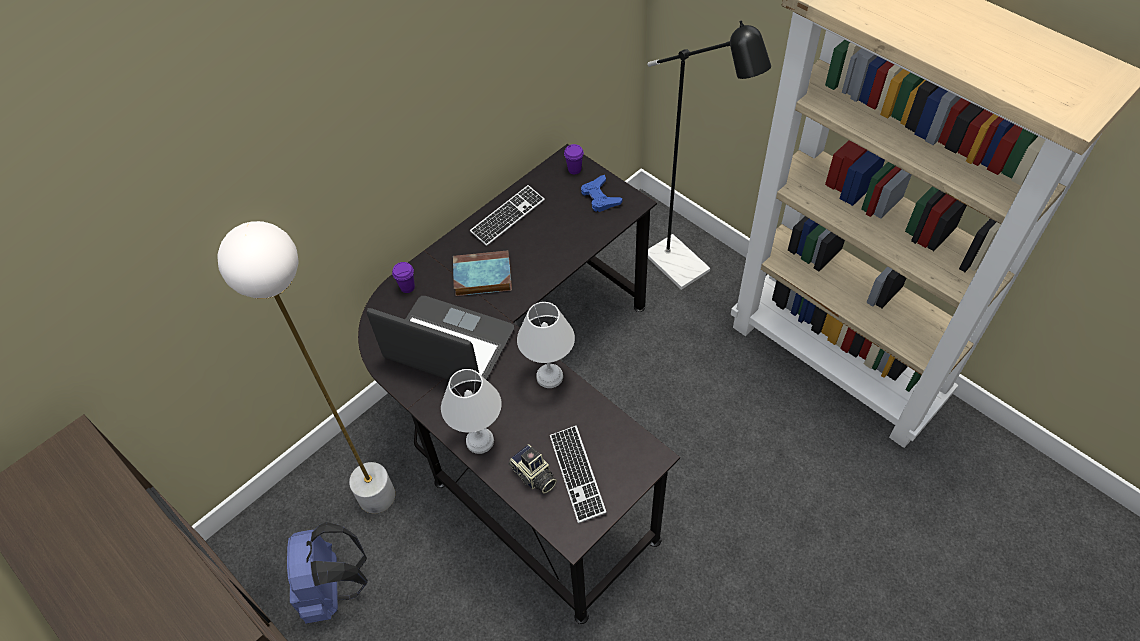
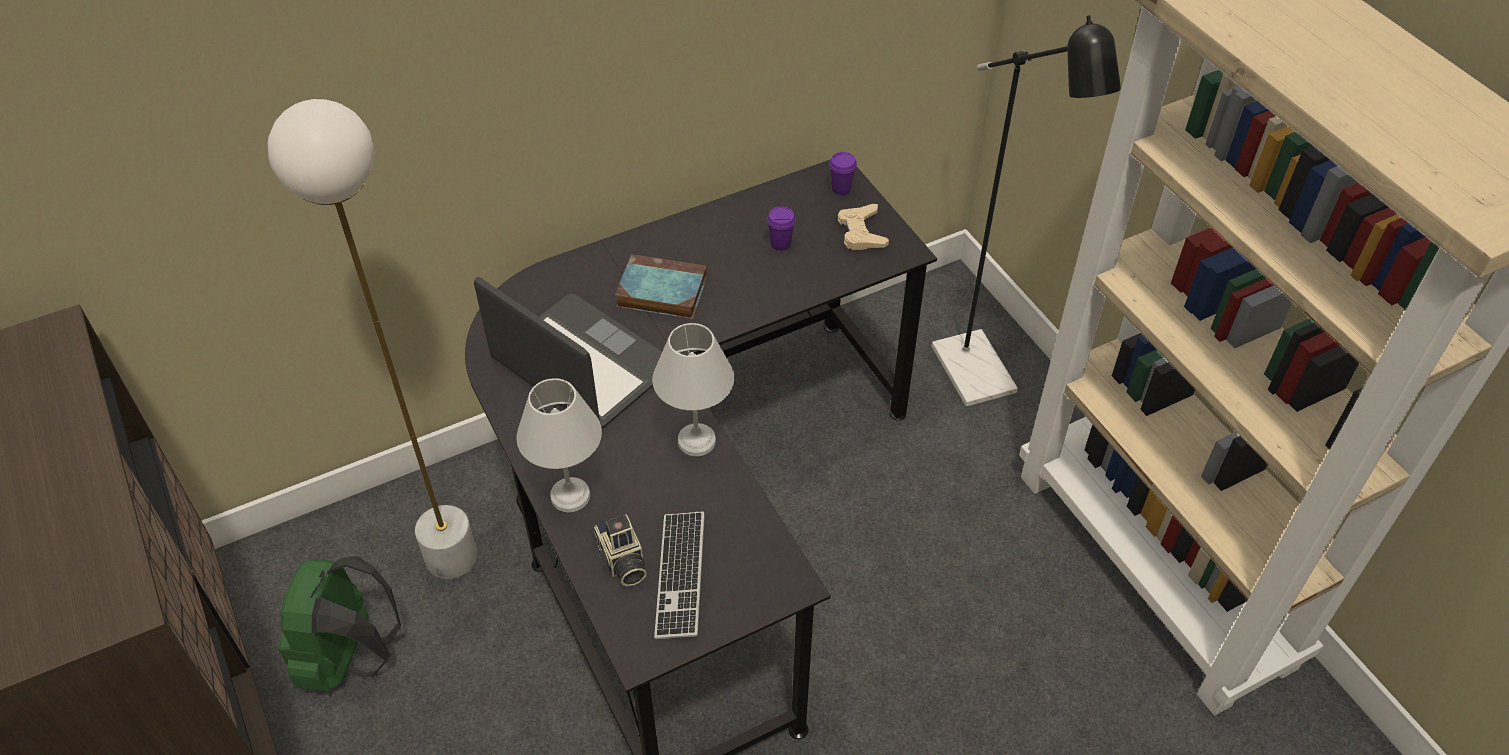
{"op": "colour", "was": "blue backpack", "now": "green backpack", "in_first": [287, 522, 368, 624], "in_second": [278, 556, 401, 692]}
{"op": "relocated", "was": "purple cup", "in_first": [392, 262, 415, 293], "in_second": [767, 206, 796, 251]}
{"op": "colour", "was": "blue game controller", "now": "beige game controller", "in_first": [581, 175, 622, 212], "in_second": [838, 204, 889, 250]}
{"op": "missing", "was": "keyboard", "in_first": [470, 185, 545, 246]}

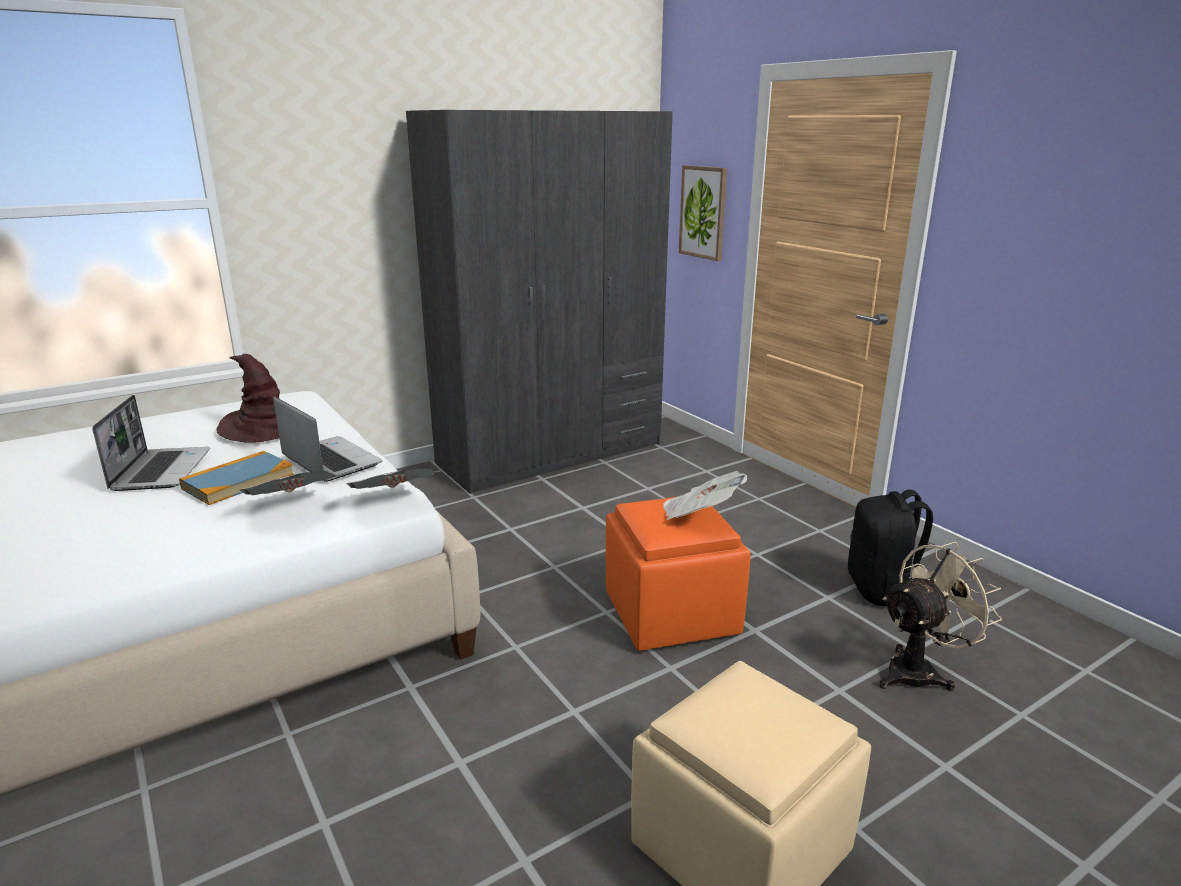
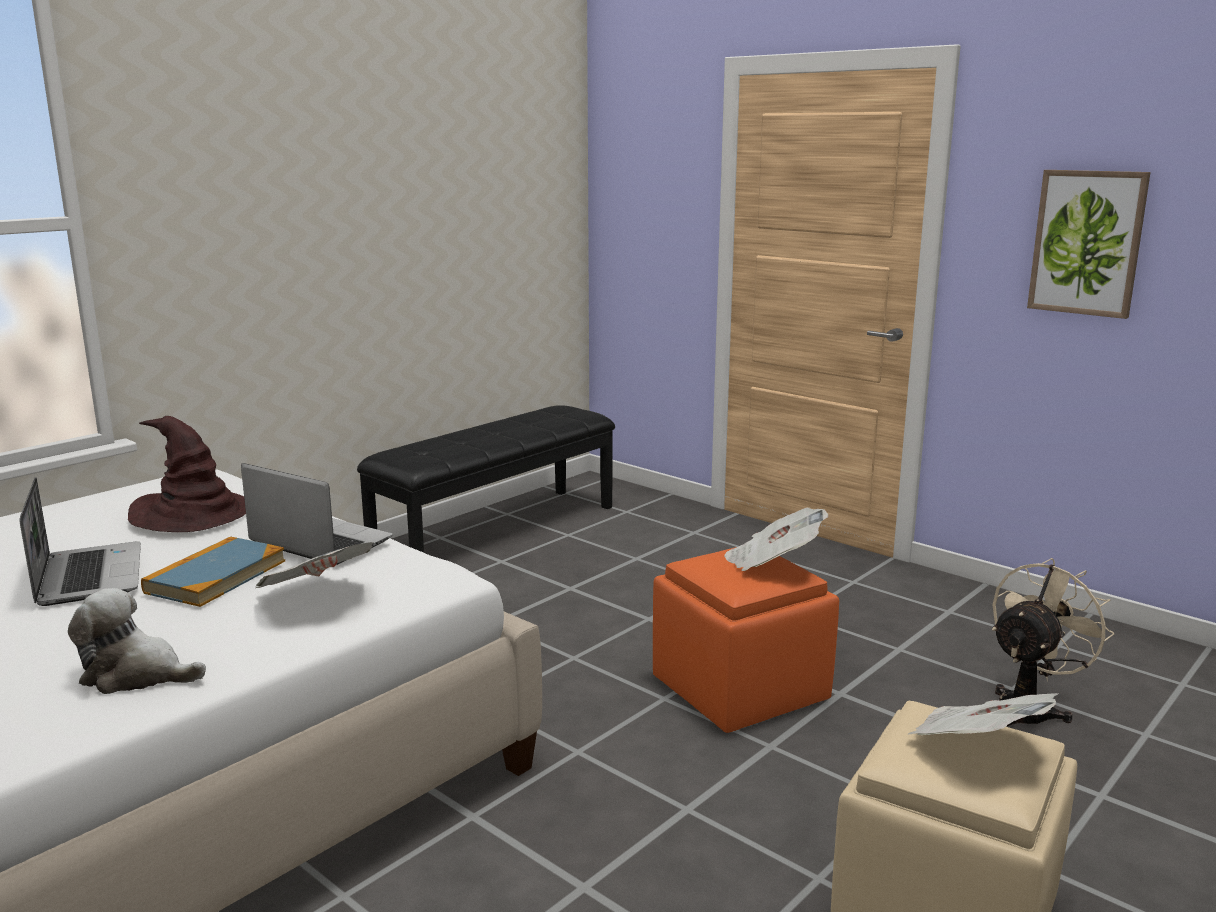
{"op": "appeared", "now": "plush toy", "in_second": [68, 588, 206, 694]}
{"op": "exchanged", "was": "grey wardrobe", "now": "black bench", "in_first": [406, 110, 673, 494], "in_second": [357, 405, 615, 553]}
{"op": "relocated", "was": "newspaper", "in_first": [345, 469, 437, 489], "in_second": [908, 693, 1058, 735]}
{"op": "relocated", "was": "picture", "in_first": [679, 165, 727, 261], "in_second": [1027, 170, 1151, 319]}
{"op": "missing", "was": "black backpack", "in_first": [848, 490, 933, 606]}

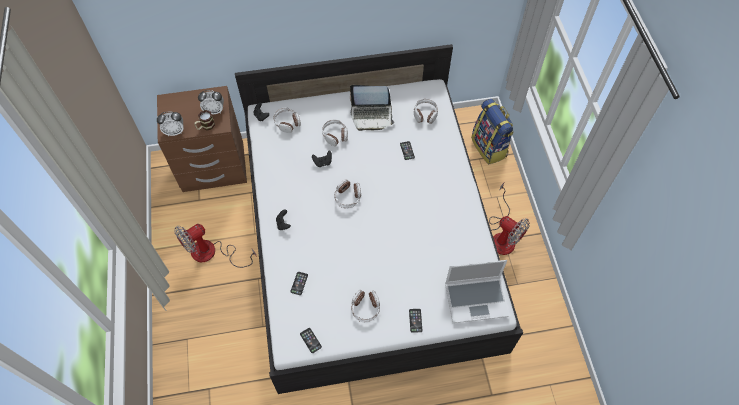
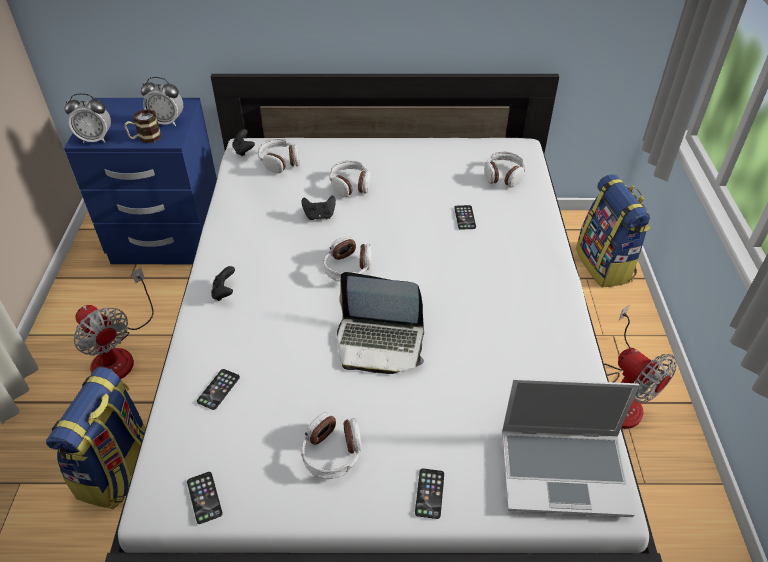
{"op": "appeared", "now": "backpack", "in_second": [46, 367, 145, 510]}
{"op": "colour", "was": "brown nightstand", "now": "blue nightstand", "in_first": [157, 86, 247, 192], "in_second": [64, 98, 217, 264]}
{"op": "spun", "was": "fan", "in_first": [174, 224, 257, 268], "in_second": [74, 268, 154, 379], "clockwise": -105}
{"op": "relocated", "was": "laptop", "in_first": [350, 85, 394, 131], "in_second": [337, 272, 424, 374]}

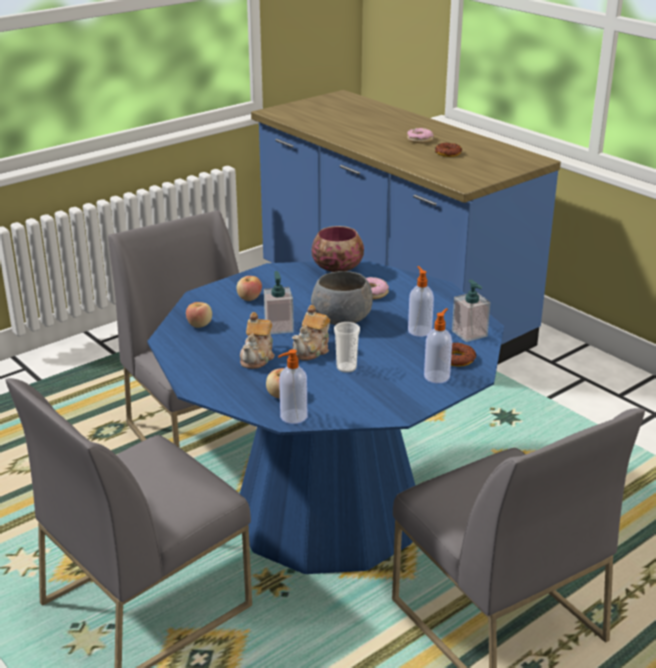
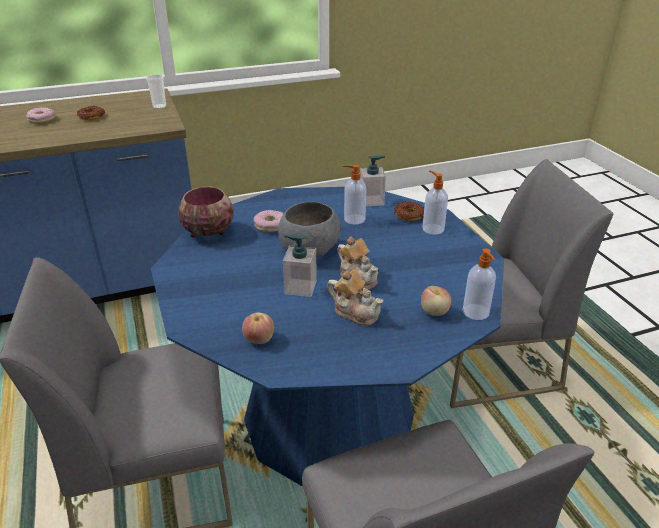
{"op": "relocated", "was": "cup", "in_first": [334, 322, 360, 373], "in_second": [146, 74, 166, 109]}
{"op": "missing", "was": "apple", "in_first": [237, 276, 262, 301]}

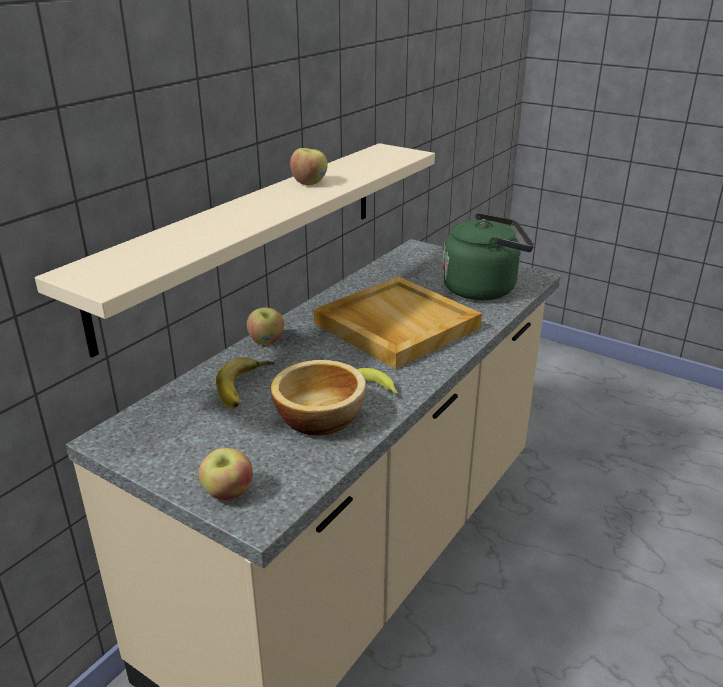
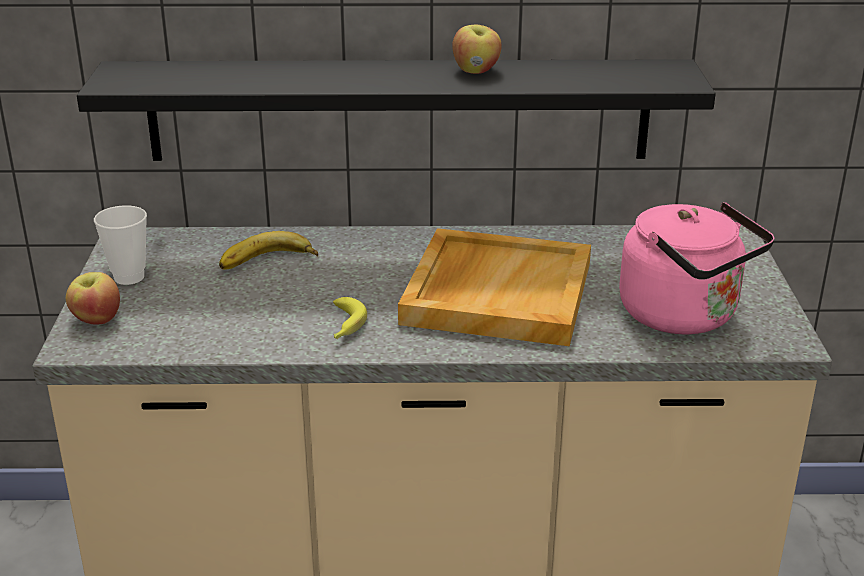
{"op": "colour", "was": "beige shelf", "now": "black shelf", "in_first": [35, 143, 435, 358], "in_second": [77, 59, 716, 161]}
{"op": "appeared", "now": "cup", "in_second": [94, 205, 147, 285]}
{"op": "colour", "was": "green kettle", "now": "pink kettle", "in_first": [442, 213, 534, 300], "in_second": [619, 202, 774, 335]}
{"op": "missing", "was": "apple", "in_first": [247, 308, 284, 345]}
{"op": "missing", "was": "bowl", "in_first": [271, 360, 366, 435]}

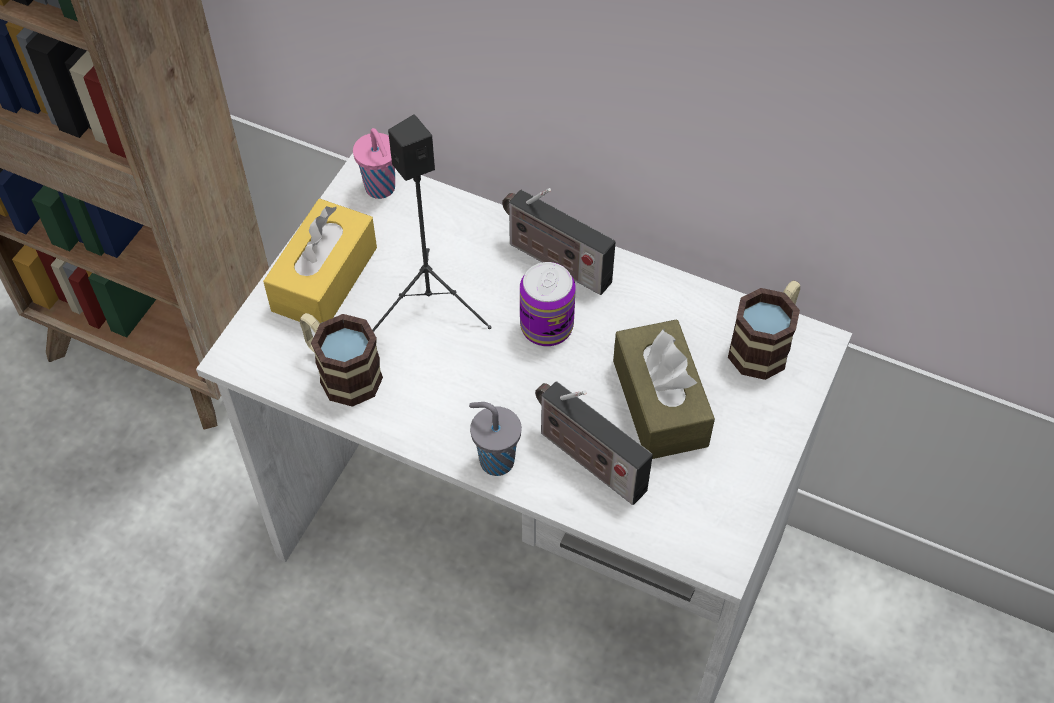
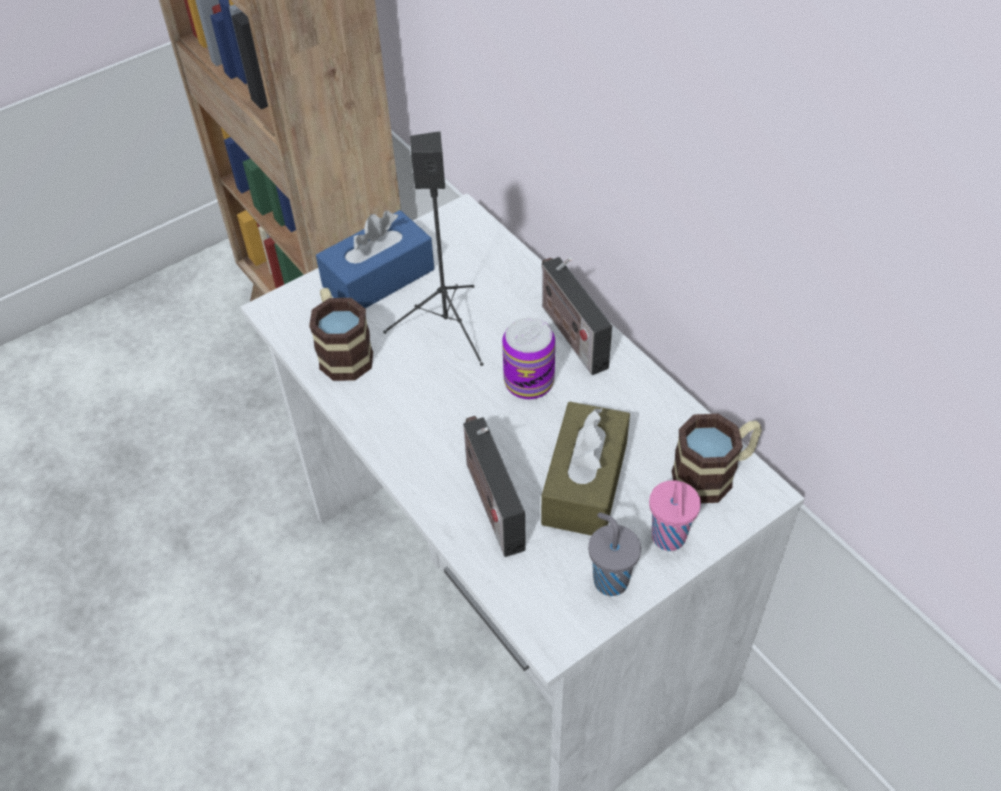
{"op": "colour", "was": "yellow tissue box", "now": "blue tissue box", "in_first": [263, 199, 377, 323], "in_second": [316, 210, 434, 308]}
{"op": "relocated", "was": "grey cup", "in_first": [469, 402, 522, 476], "in_second": [588, 513, 641, 596]}
{"op": "relocated", "was": "pink cup", "in_first": [353, 128, 395, 199], "in_second": [649, 480, 701, 551]}

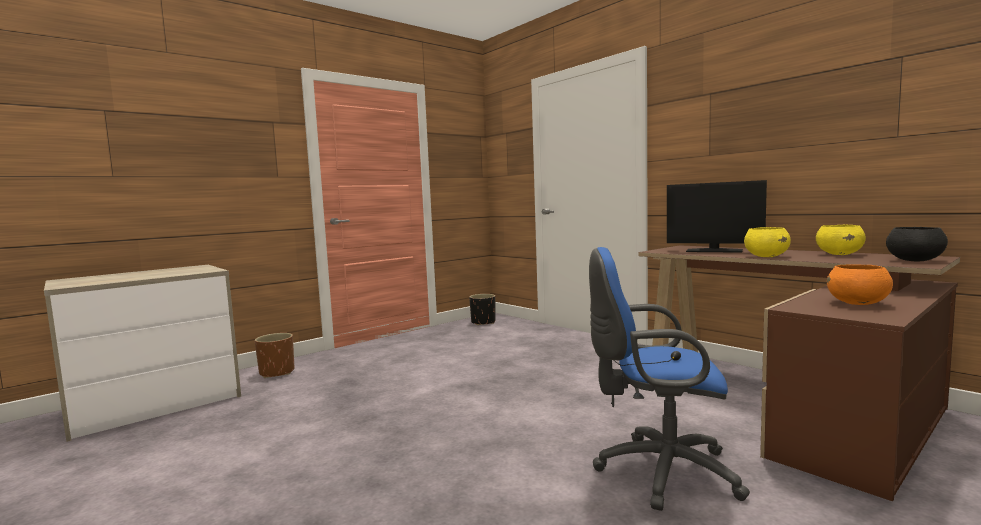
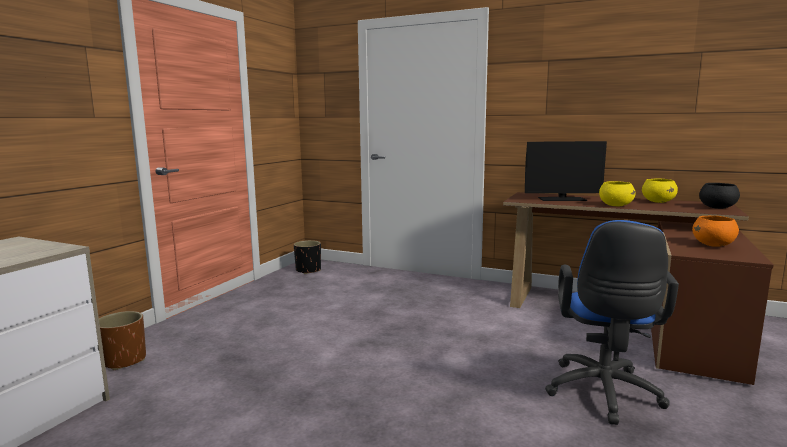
{"op": "spun", "was": "blue office chair", "in_first": [589, 247, 750, 511], "in_second": [545, 220, 679, 425], "clockwise": -60}

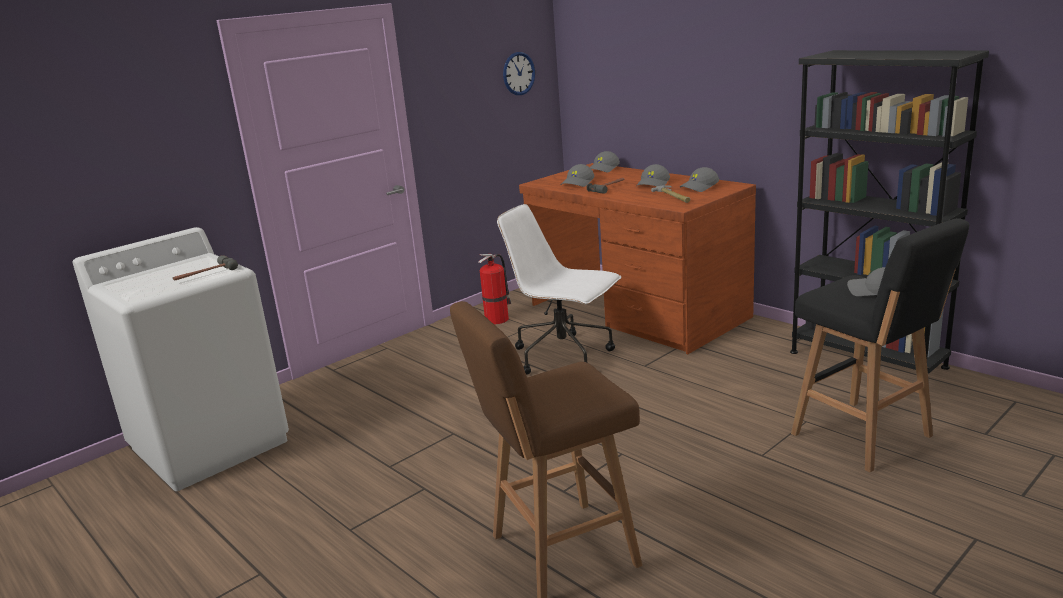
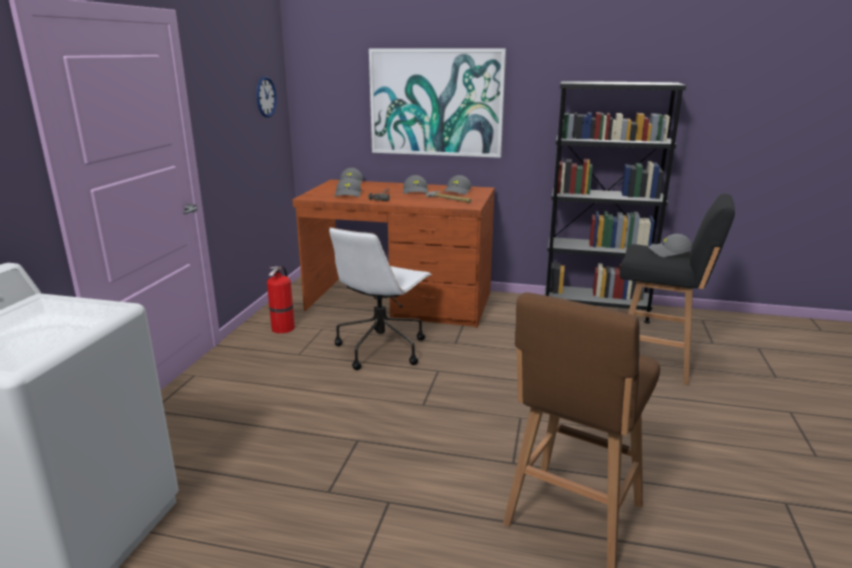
{"op": "spun", "was": "white office chair", "in_first": [497, 204, 621, 375], "in_second": [329, 227, 432, 370], "clockwise": -60}
{"op": "appeared", "now": "picture", "in_second": [369, 48, 506, 158]}
{"op": "missing", "was": "hammer", "in_first": [173, 255, 238, 281]}

